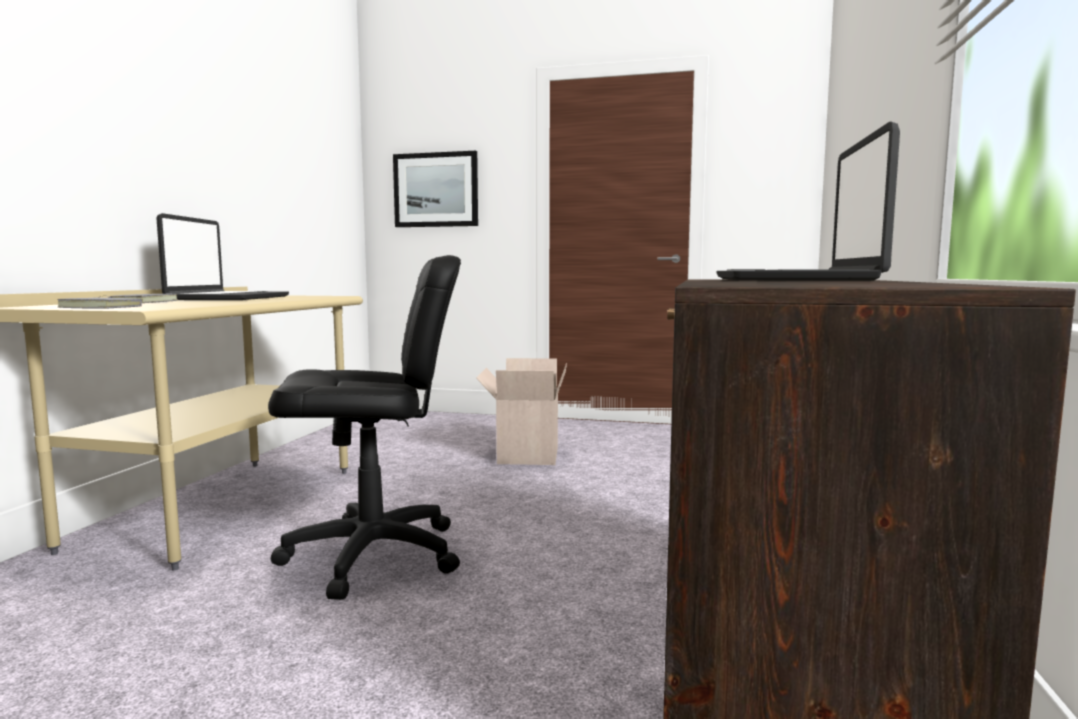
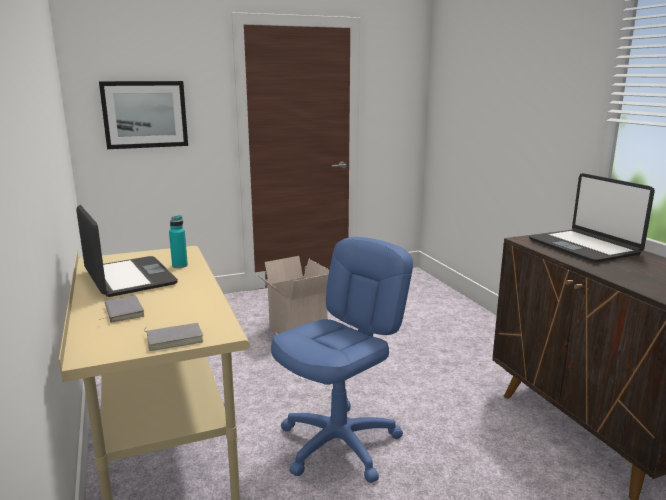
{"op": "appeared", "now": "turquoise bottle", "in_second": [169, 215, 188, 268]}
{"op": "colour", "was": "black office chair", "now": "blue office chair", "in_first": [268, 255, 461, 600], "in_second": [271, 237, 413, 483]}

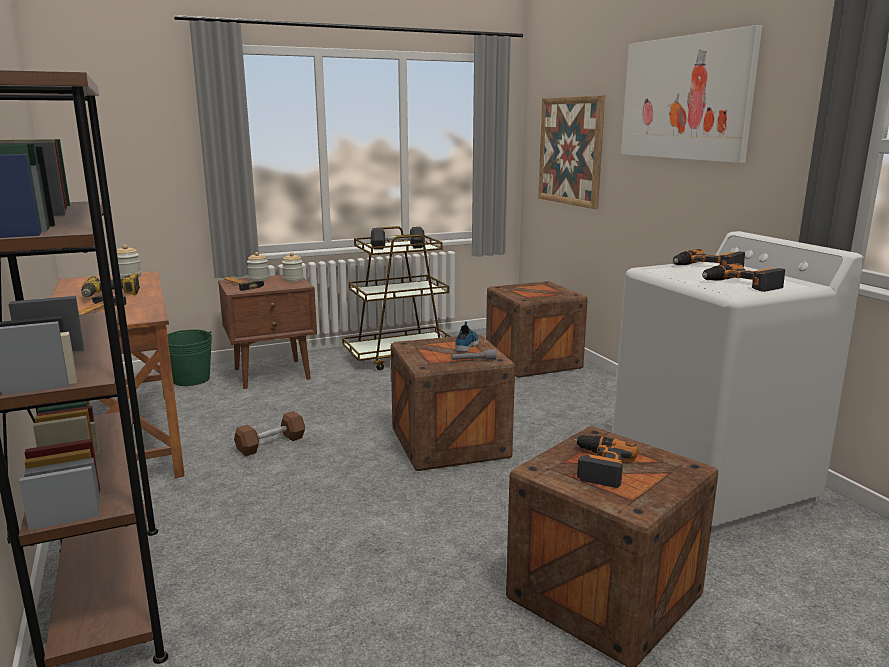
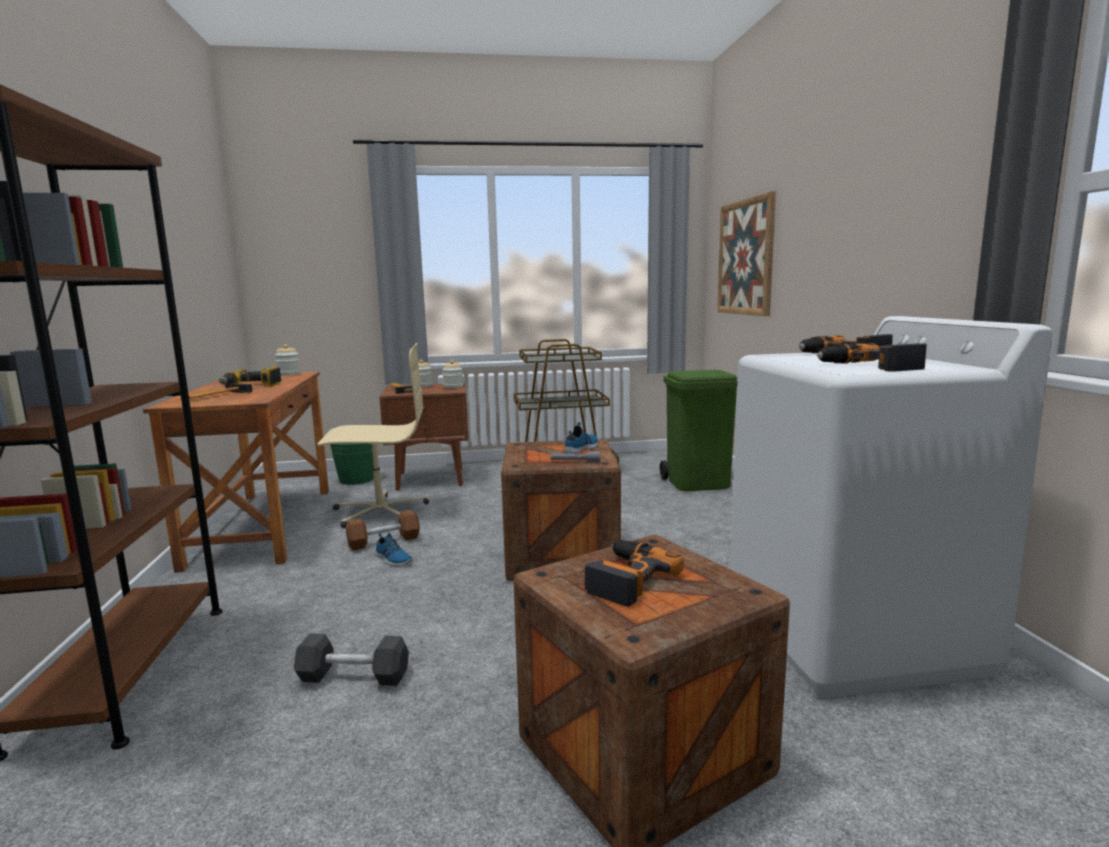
{"op": "relocated", "was": "grey dumbbell", "in_first": [371, 227, 425, 250], "in_second": [294, 633, 409, 686]}
{"op": "appeared", "now": "beige office chair", "in_second": [317, 343, 429, 528]}
{"op": "appeared", "now": "shoe", "in_second": [375, 533, 413, 566]}
{"op": "exchanged", "was": "crate", "now": "green trash can", "in_first": [486, 281, 588, 378], "in_second": [660, 370, 738, 491]}
{"op": "missing", "was": "picture", "in_first": [621, 25, 762, 163]}

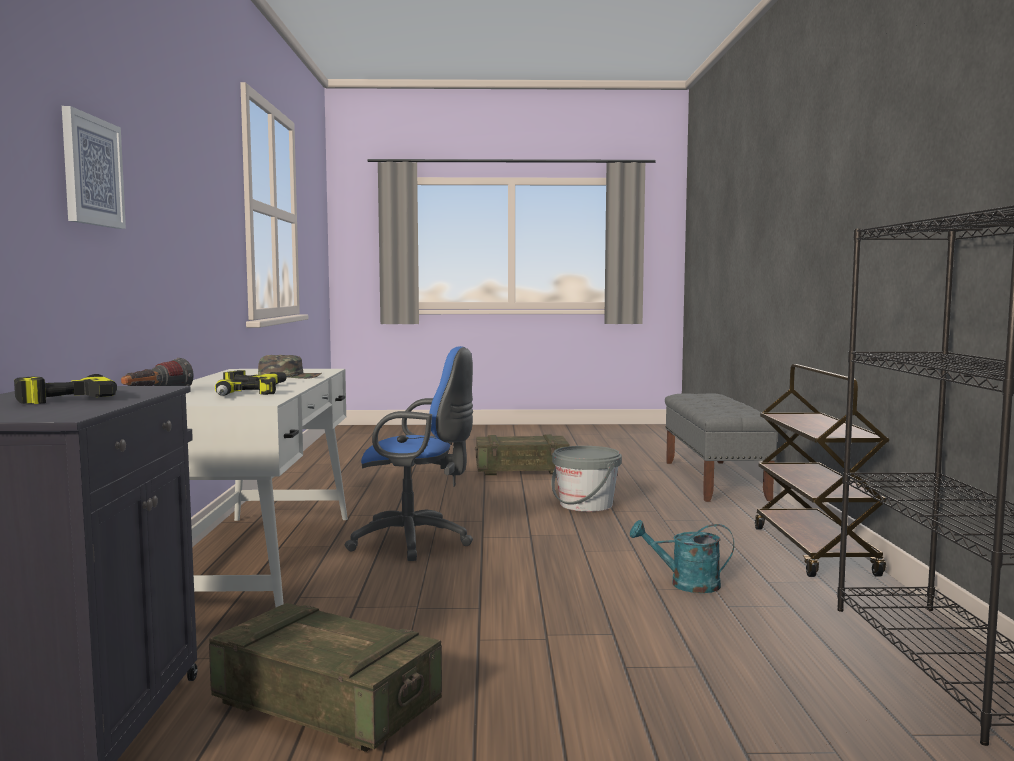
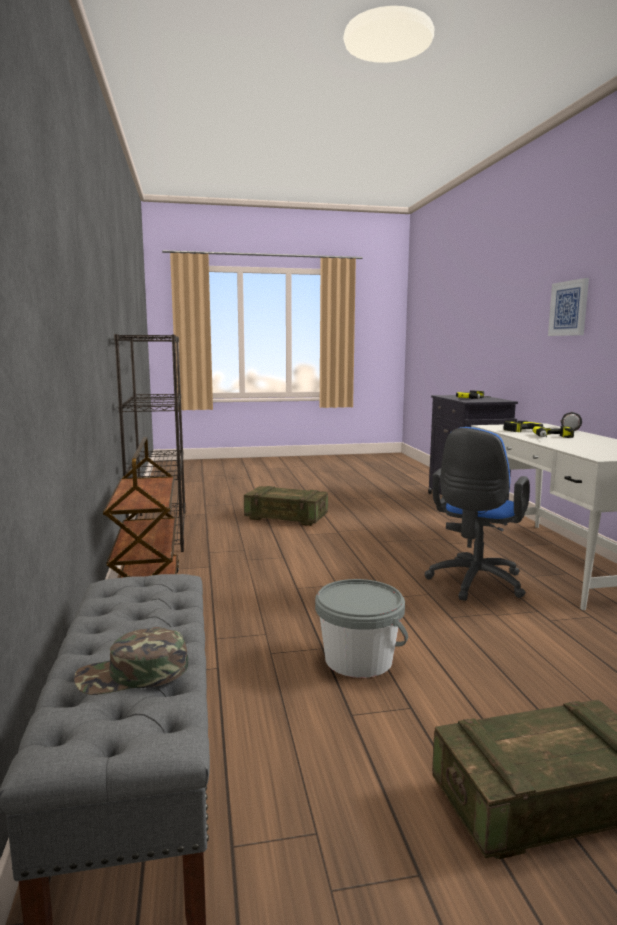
{"op": "relocated", "was": "green cap", "in_first": [258, 355, 322, 379], "in_second": [74, 627, 188, 695]}
{"op": "relocated", "was": "crate", "in_first": [209, 603, 442, 752], "in_second": [244, 486, 328, 526]}
{"op": "spun", "was": "blue office chair", "in_first": [345, 346, 473, 561], "in_second": [425, 427, 530, 601], "clockwise": -60}
{"op": "missing", "was": "turquoise watering can", "in_first": [630, 520, 734, 593]}

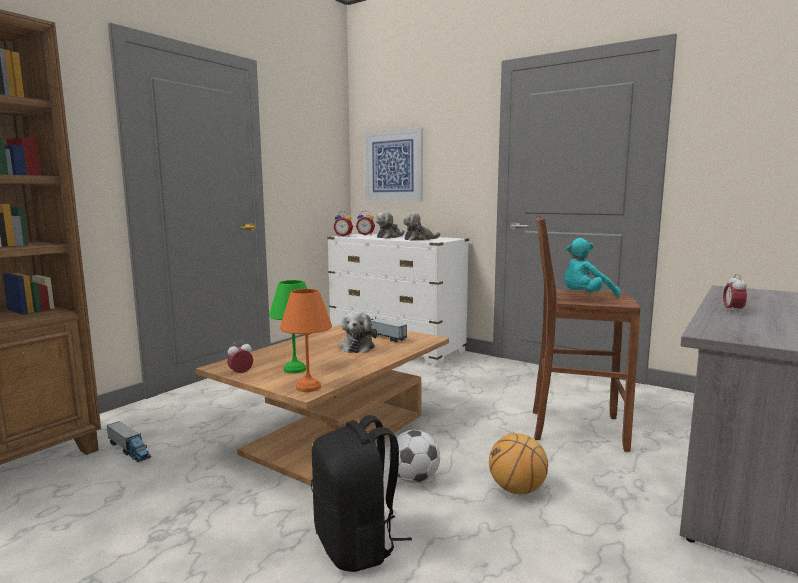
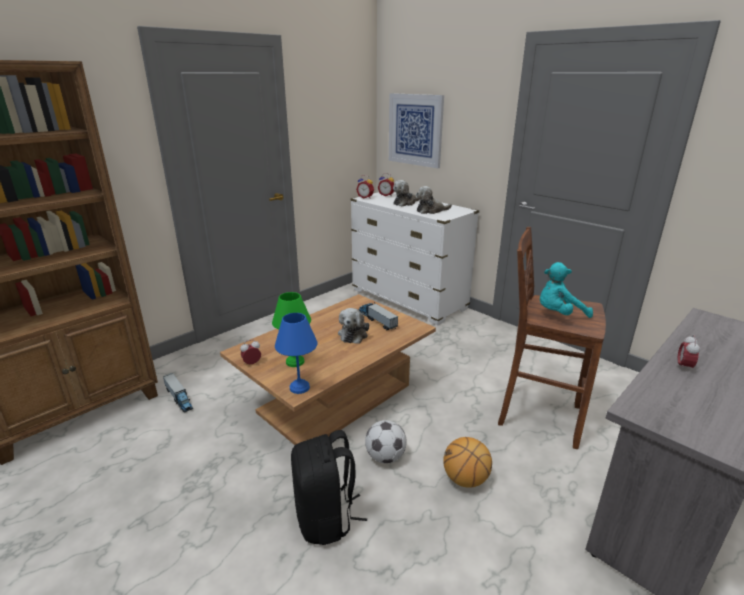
{"op": "colour", "was": "orange table lamp", "now": "blue table lamp", "in_first": [280, 289, 332, 392], "in_second": [275, 313, 318, 394]}

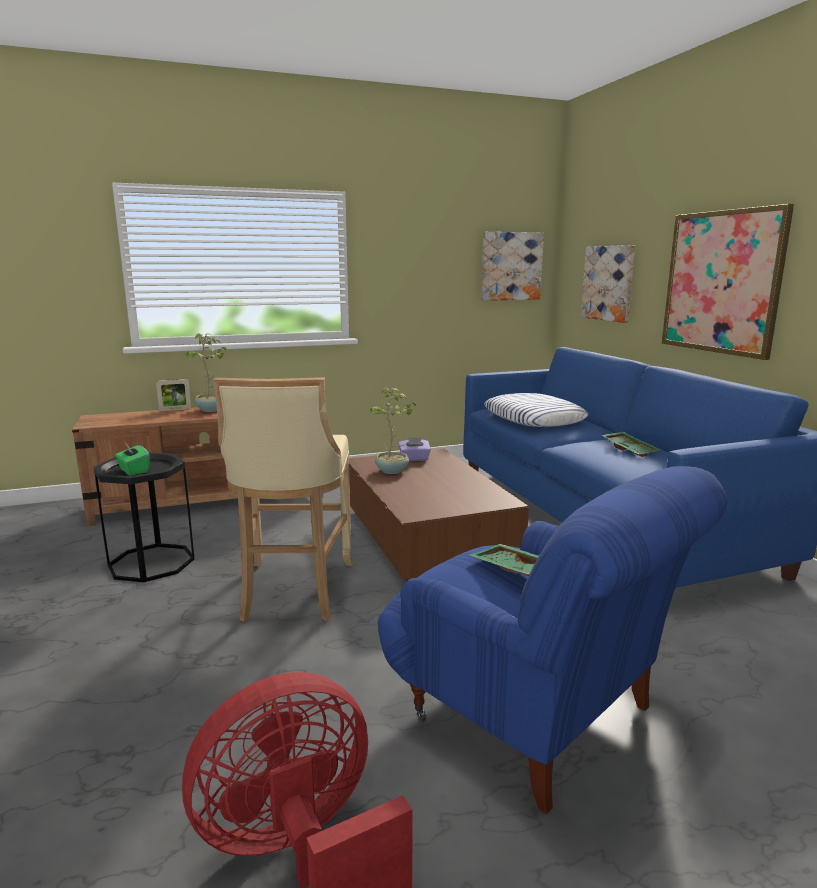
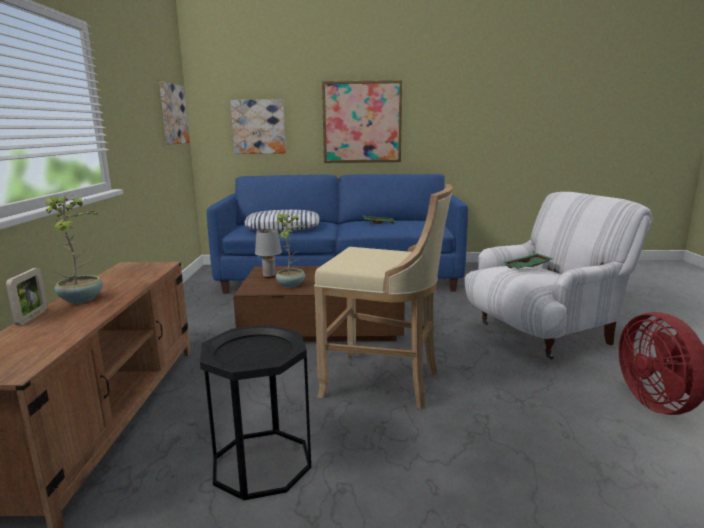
{"op": "exchanged", "was": "purple tissue box", "now": "grey table lamp", "in_first": [398, 437, 431, 461], "in_second": [255, 229, 282, 278]}
{"op": "colour", "was": "blue armchair", "now": "white armchair", "in_first": [378, 466, 727, 814], "in_second": [465, 192, 653, 360]}
{"op": "missing", "was": "green tissue box", "in_first": [115, 443, 150, 475]}

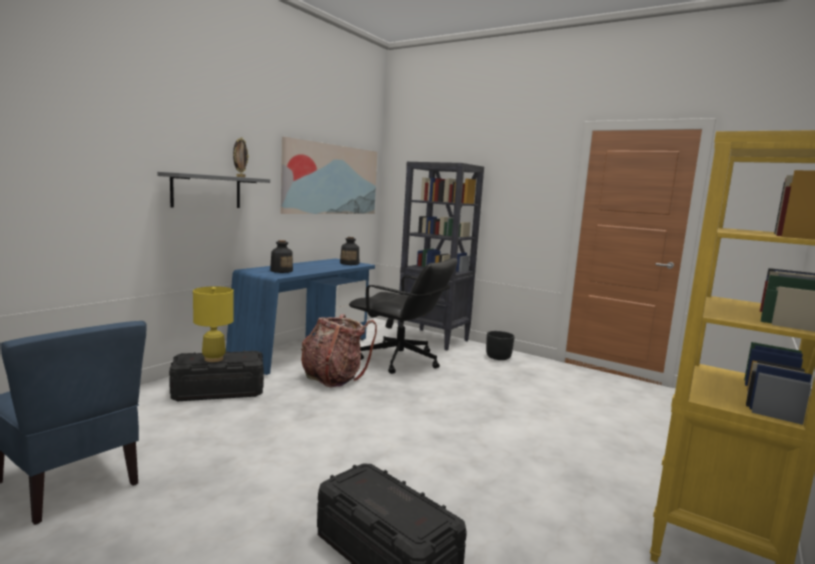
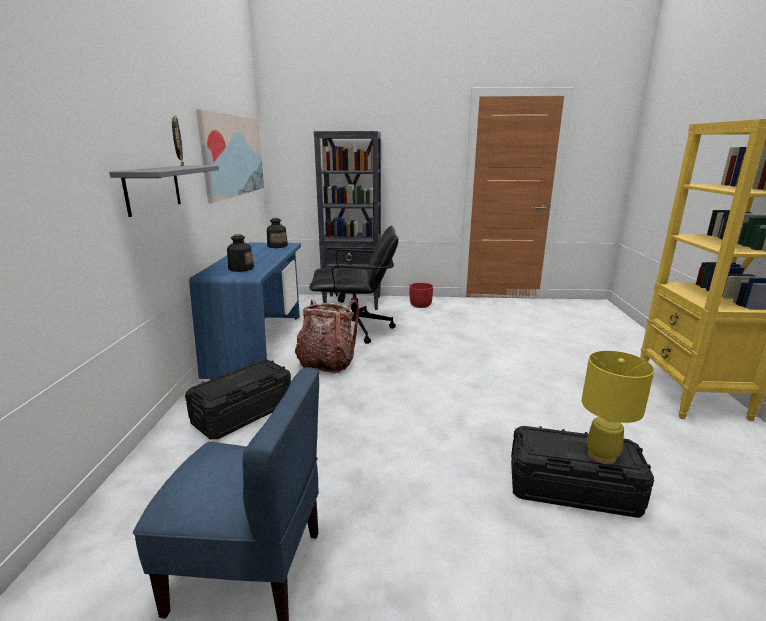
{"op": "colour", "was": "black planter", "now": "red planter", "in_first": [486, 331, 515, 360], "in_second": [410, 283, 433, 308]}
{"op": "relocated", "was": "yellow table lamp", "in_first": [193, 286, 233, 362], "in_second": [581, 351, 654, 464]}

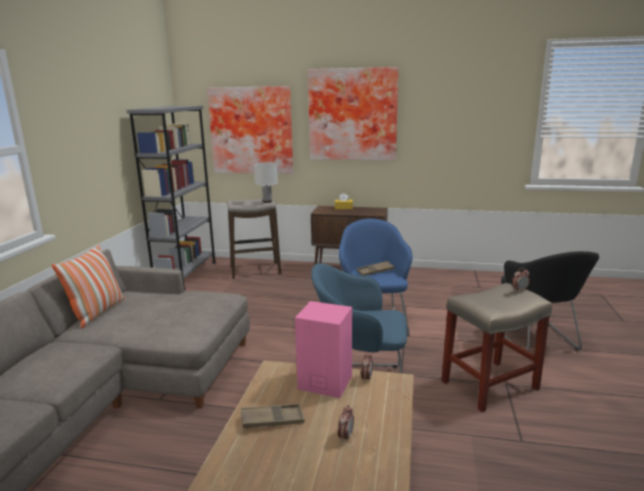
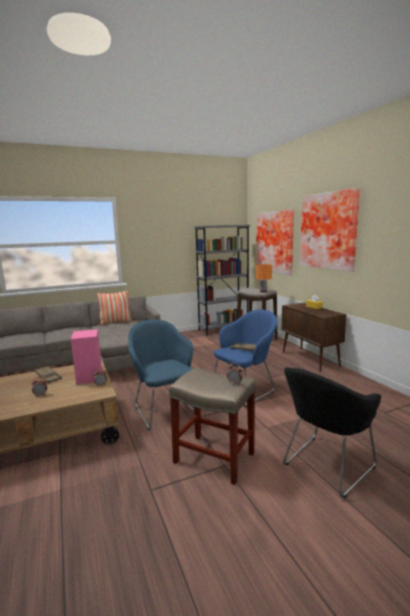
{"op": "colour", "was": "white table lamp", "now": "orange table lamp", "in_first": [254, 163, 278, 203], "in_second": [256, 264, 272, 292]}

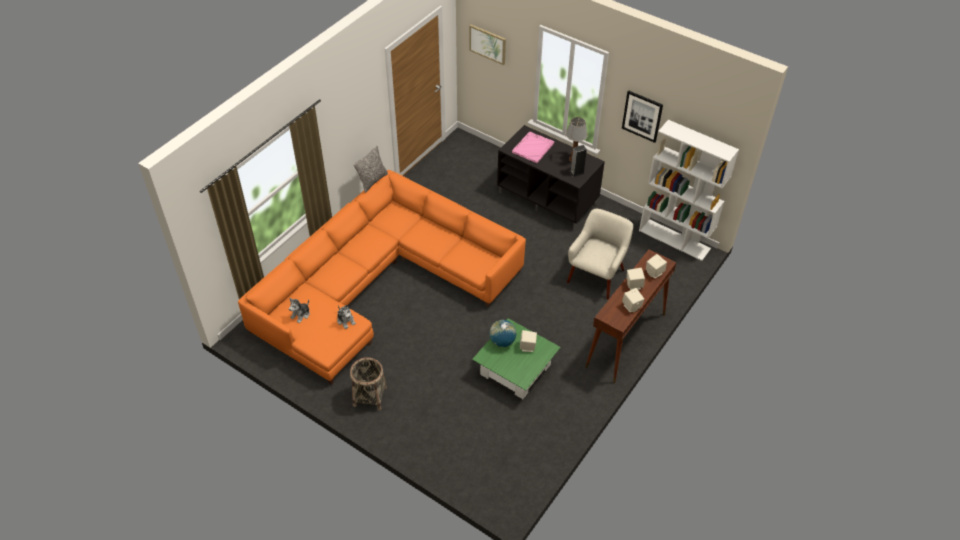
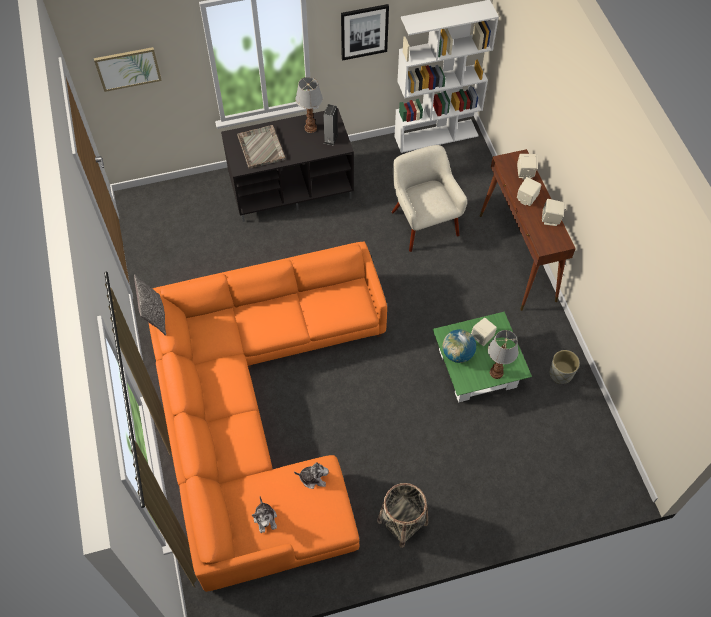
{"op": "colour", "was": "pink tray", "now": "grey tray", "in_first": [512, 131, 554, 163], "in_second": [237, 125, 285, 169]}
{"op": "appeared", "now": "table lamp", "in_second": [488, 330, 518, 379]}
{"op": "appeared", "now": "grey planter", "in_second": [550, 350, 580, 384]}

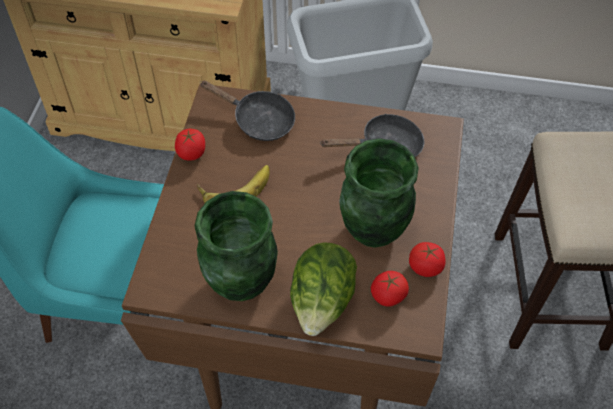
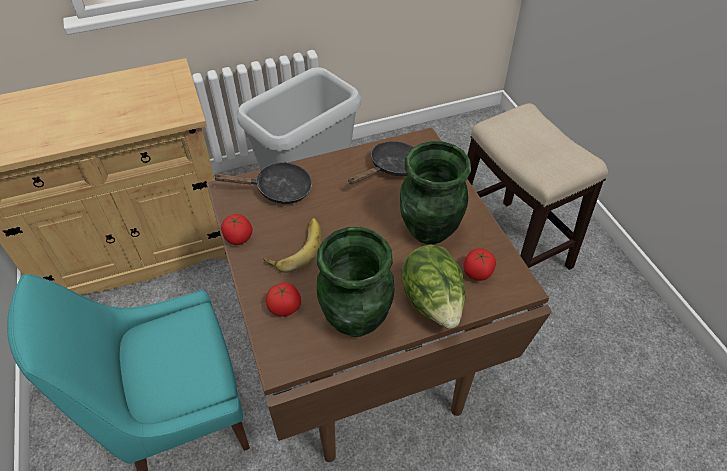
{"op": "relocated", "was": "tomato", "in_first": [409, 242, 446, 277], "in_second": [266, 283, 301, 316]}

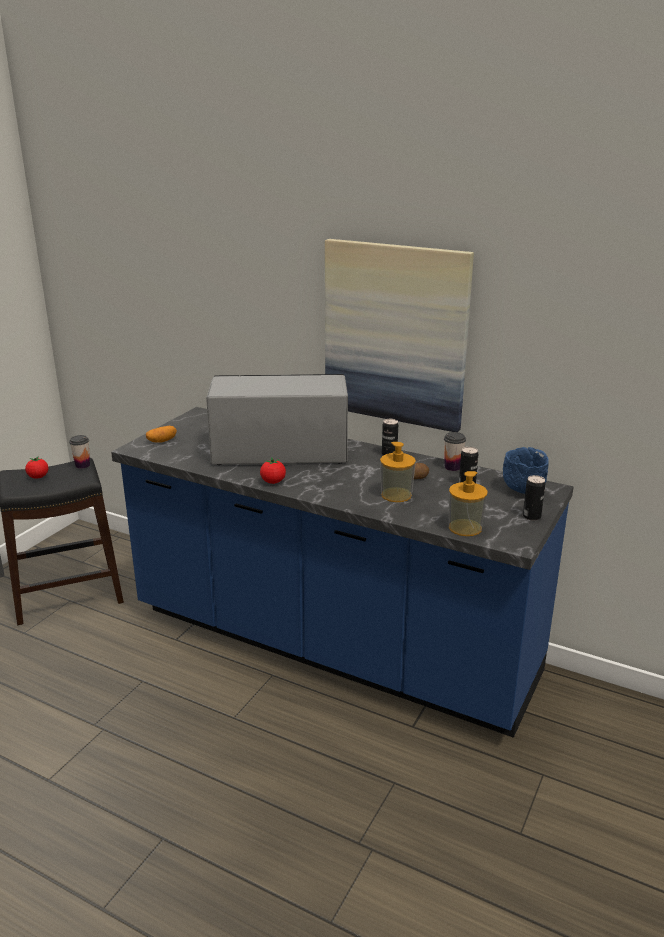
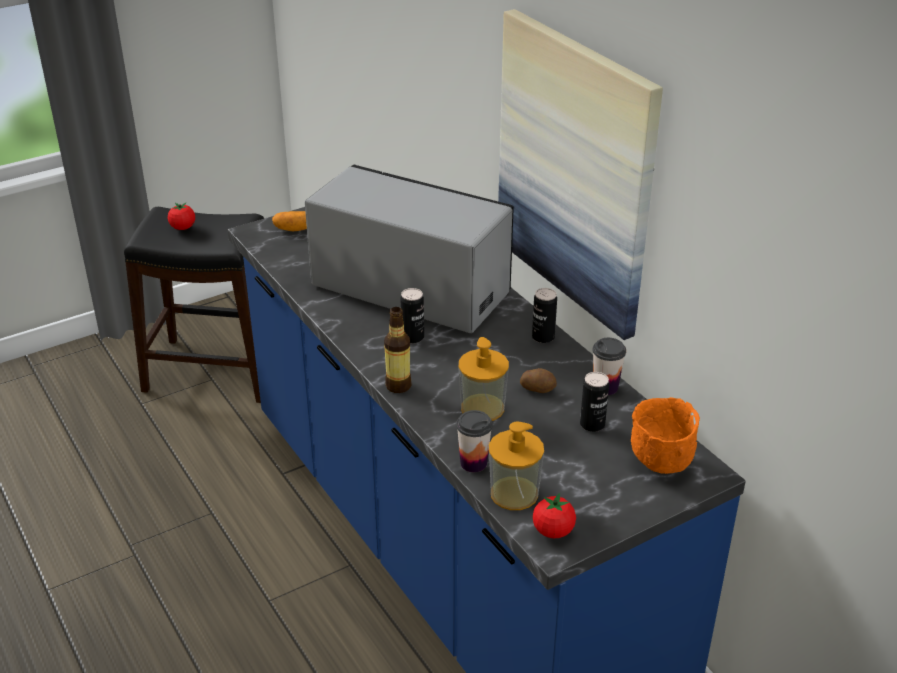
{"op": "appeared", "now": "bottle", "in_second": [384, 307, 411, 393]}
{"op": "relocated", "was": "can", "in_first": [523, 475, 545, 520], "in_second": [401, 288, 424, 343]}
{"op": "relocated", "was": "cup", "in_first": [69, 435, 90, 469], "in_second": [456, 410, 493, 472]}
{"op": "relocated", "was": "tomato", "in_first": [260, 458, 286, 484], "in_second": [532, 493, 576, 538]}
{"op": "colour", "was": "blue bowl", "now": "orange bowl", "in_first": [503, 447, 549, 494], "in_second": [631, 397, 700, 474]}

